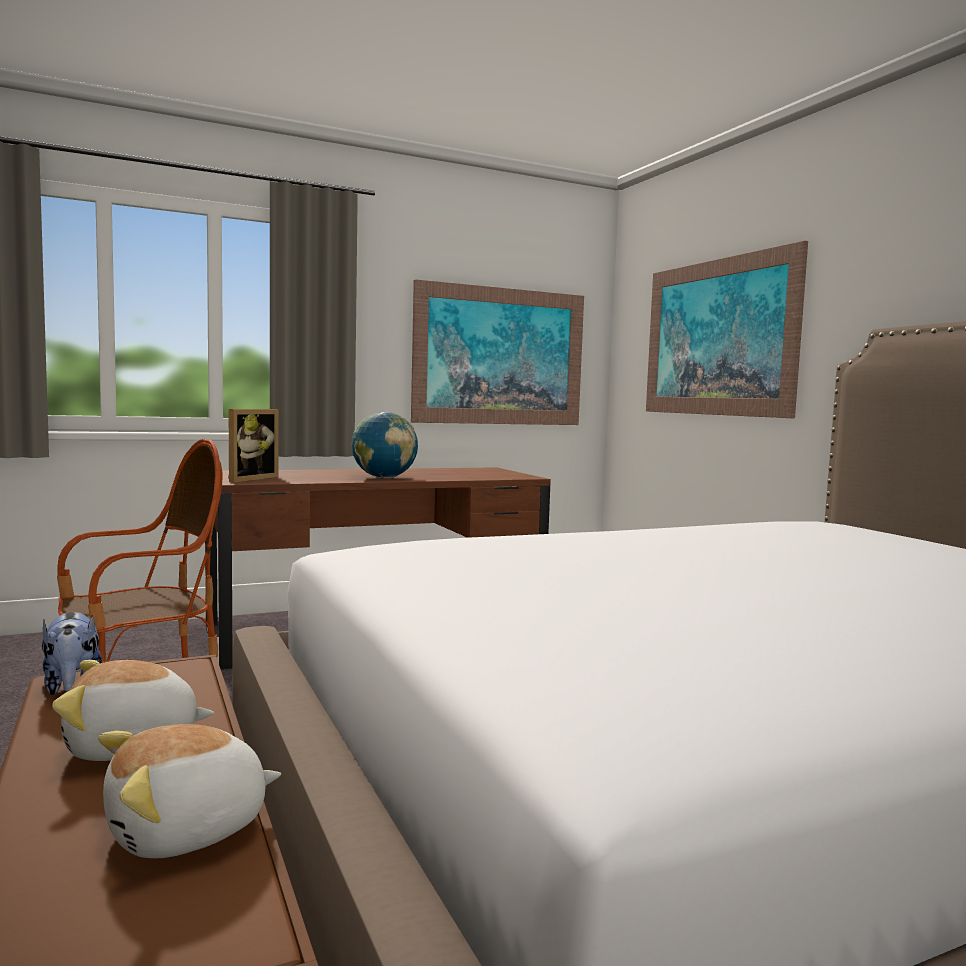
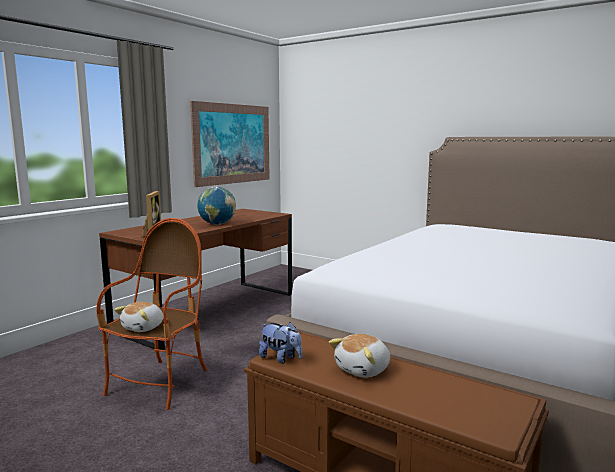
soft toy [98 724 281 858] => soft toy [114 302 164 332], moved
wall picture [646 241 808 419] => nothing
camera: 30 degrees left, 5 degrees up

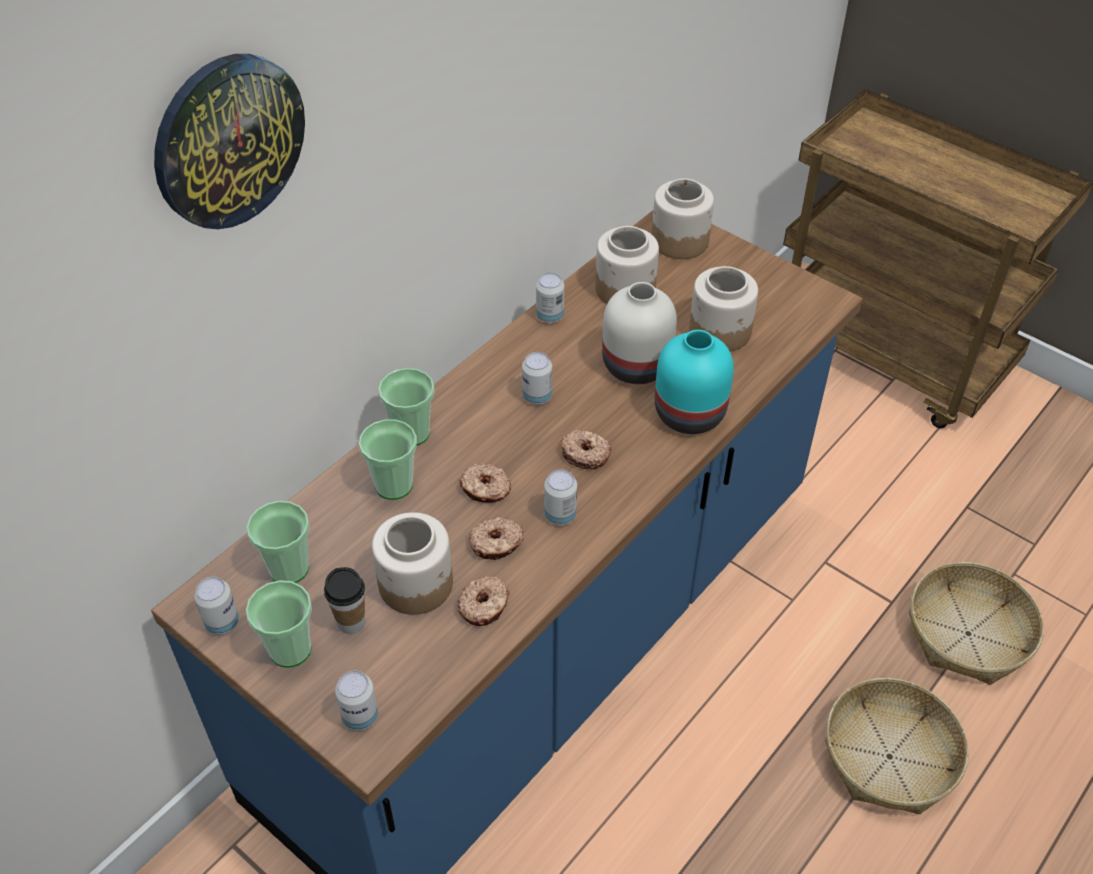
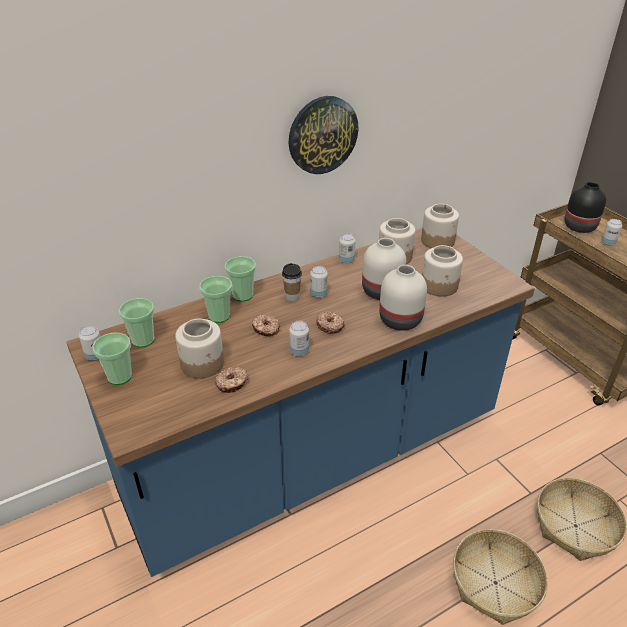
wall clock [154 54 305 229] => wall clock [289 96 358 174], moved
cup [324 567 365 634] => cup [282 263 302 301], moved
sealed can [335 671 378 731] => sealed can [602 219 622 246], moved
doughnut [469 517 524 560] => nothing
vase/blue-green [655 330 734 434] => vase/whitish [379 265 427 331]
nothing => vase/black-coloured [564 182 606 233]
camera: 20 degrees right, 10 degrees down

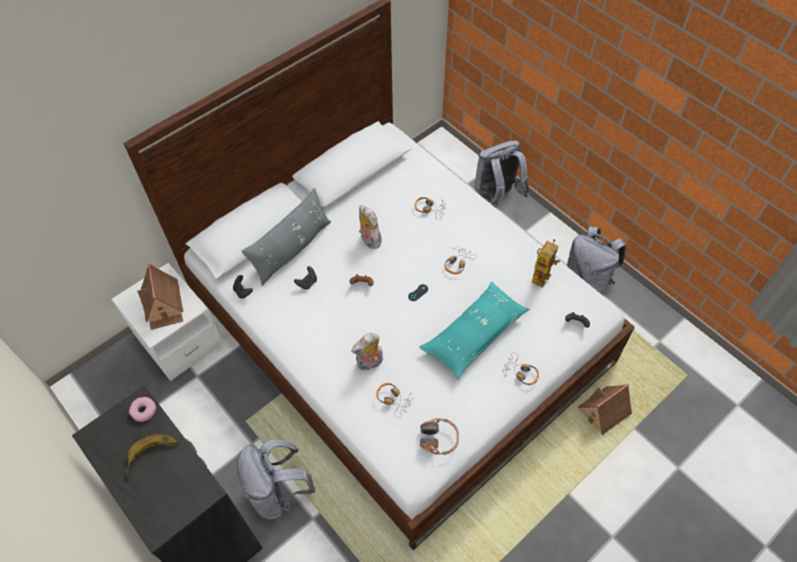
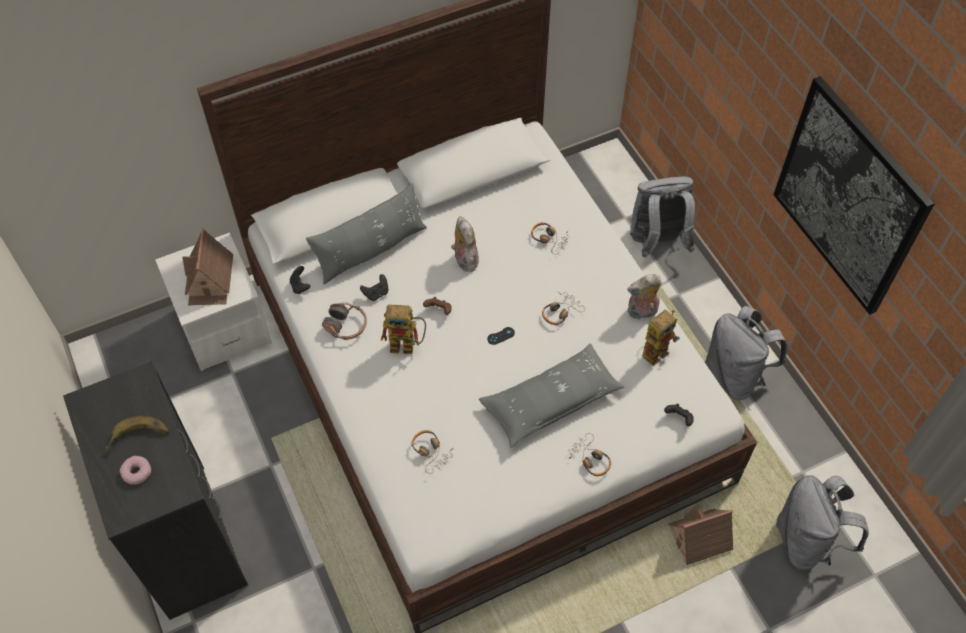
doughnut [129 397 156 422] => doughnut [120 456 151 485], moved
rucksack/grey [237 439 315 519] => rucksack/grey [776 475 869 570], moved
soft toy [351 333 383 371] => soft toy [627 274 662 319], moved
cushion/blue-green [419 282 529 380] => cushion/grey [479 343 624 448]
headphones [420 418 459 455] => headphones [322 302 367 340], moved
nothing => model robot [381 304 426 354]
nothing => wall picture [773 76 935 315]
camera: 15 degrees right, 0 degrees up

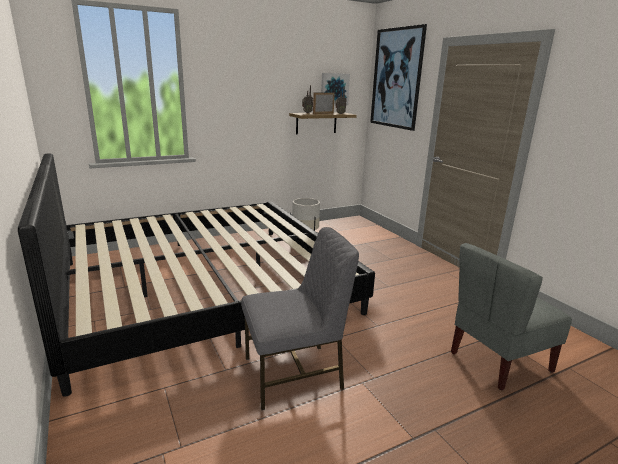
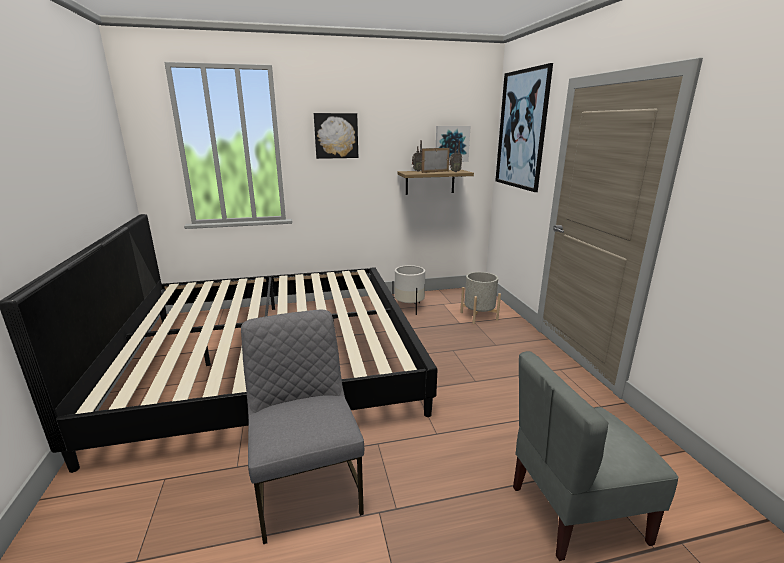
chair/grey [241 227 359 410] => chair/grey [241 310 364 544], 105 degrees counterclockwise
nothing => wall picture [314 113 358 159]
nothing => plant pot/grey [460 272 501 324]
camera: 15 degrees right, 0 degrees up

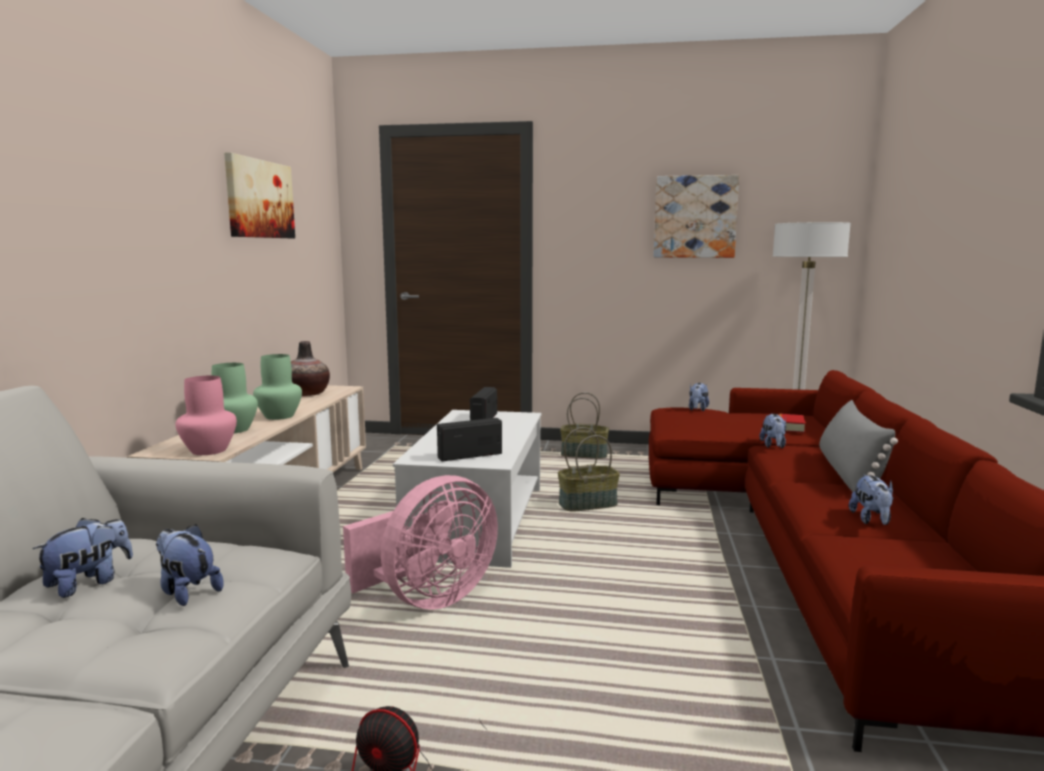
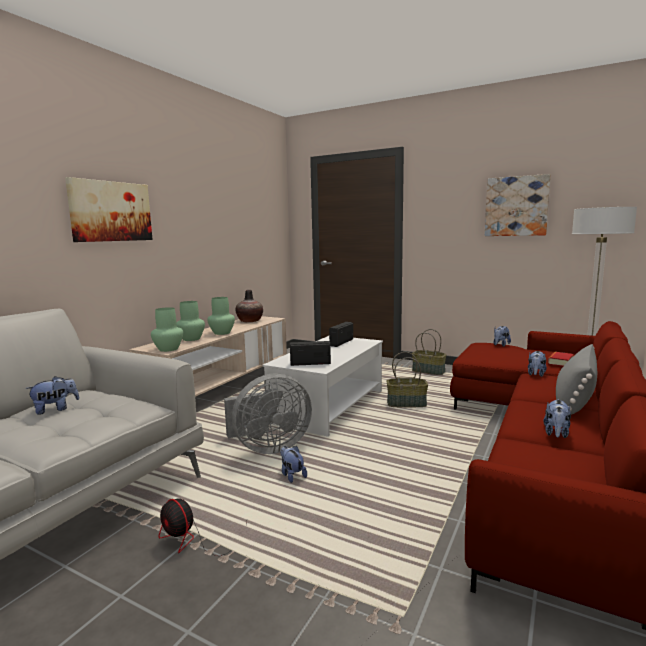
soft toy [156 524 224 606] => soft toy [280 446 307 483], moved
vase/pinkish [175 376 237 455] => vase/greenish [151 307 183 352]
wall picture [224 153 295 238] => wall picture [65 177 153 242], moved
electric fan/pinkish [343 475 498 610] => electric fan/grey [224 373 312 454]
camera: 20 degrees right, 0 degrees up

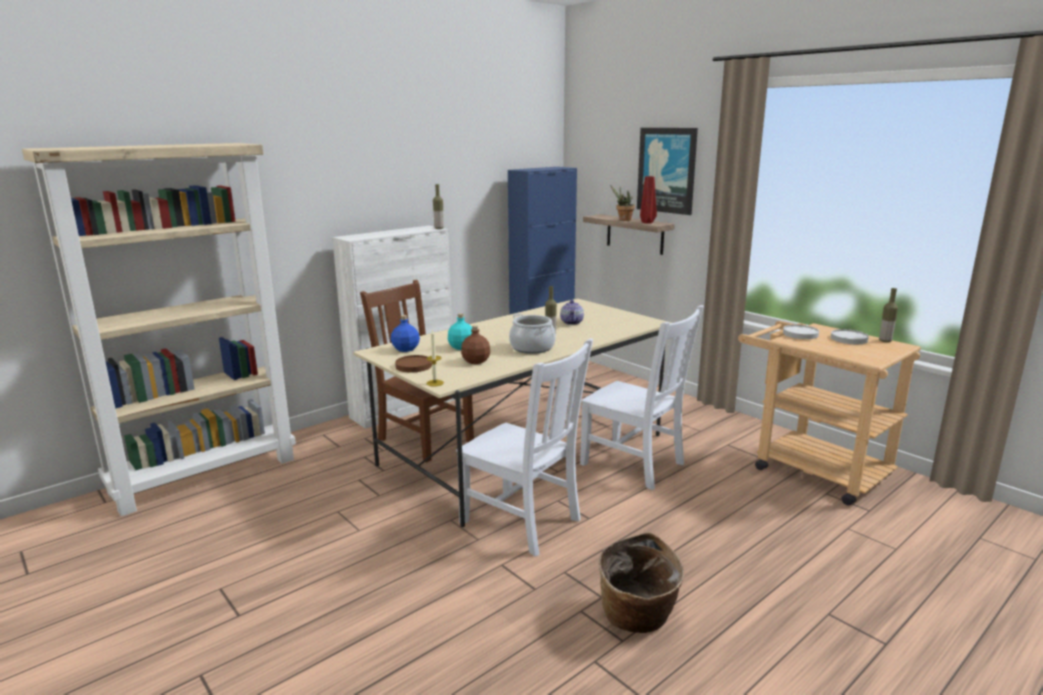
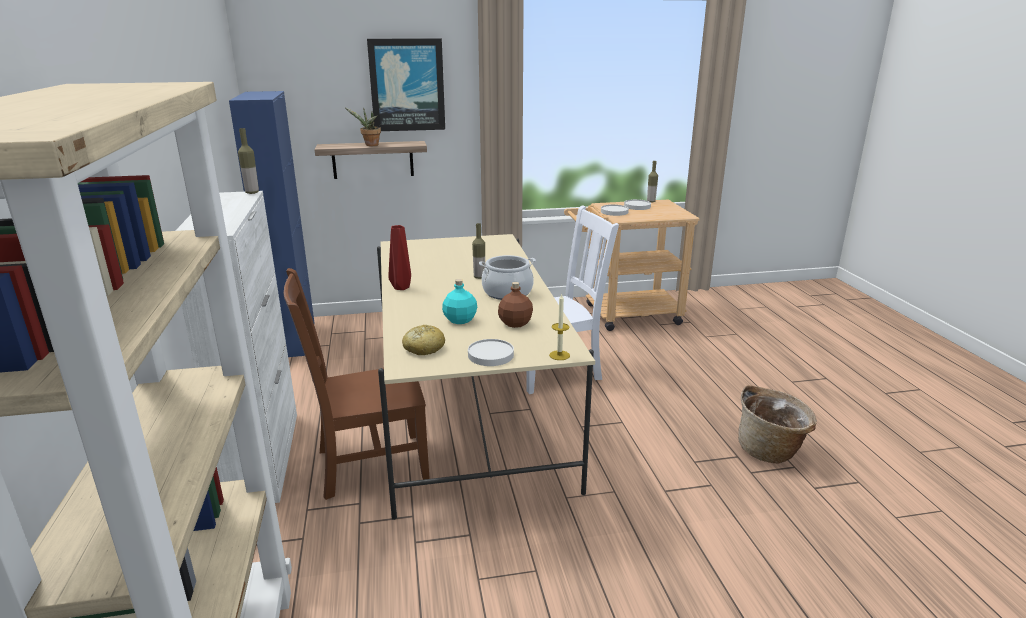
beverage bottle/bluish [391 315 420 352] => baked bread [402 325 445 355]
flat dish/brown [395 355 432 373] => flat dish/whitish [468 339 514 366]
chair/whitish [456 339 593 556] => nothing
teapot [560 300 584 325] => nothing
vase/reddish [640 176 657 224] => vase/reddish [388 225 411 290], moved
camera: 60 degrees left, 5 degrees up

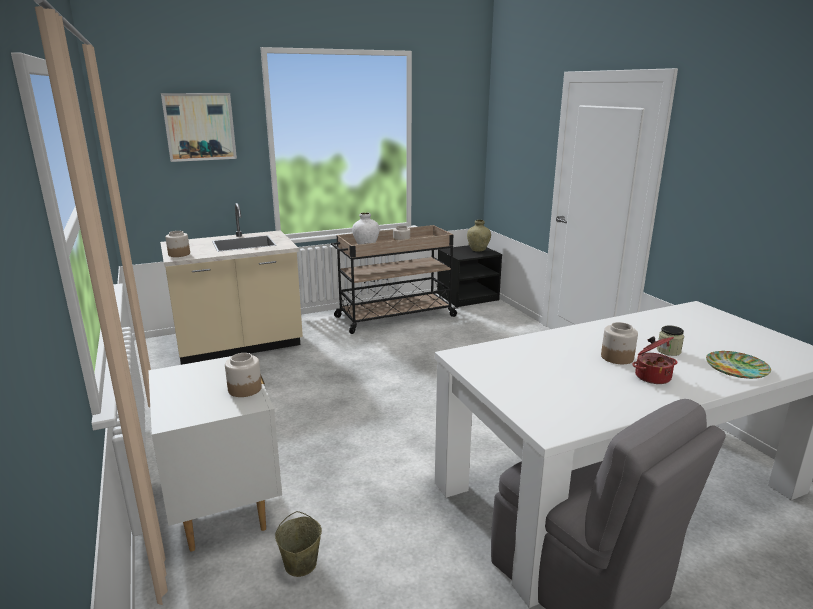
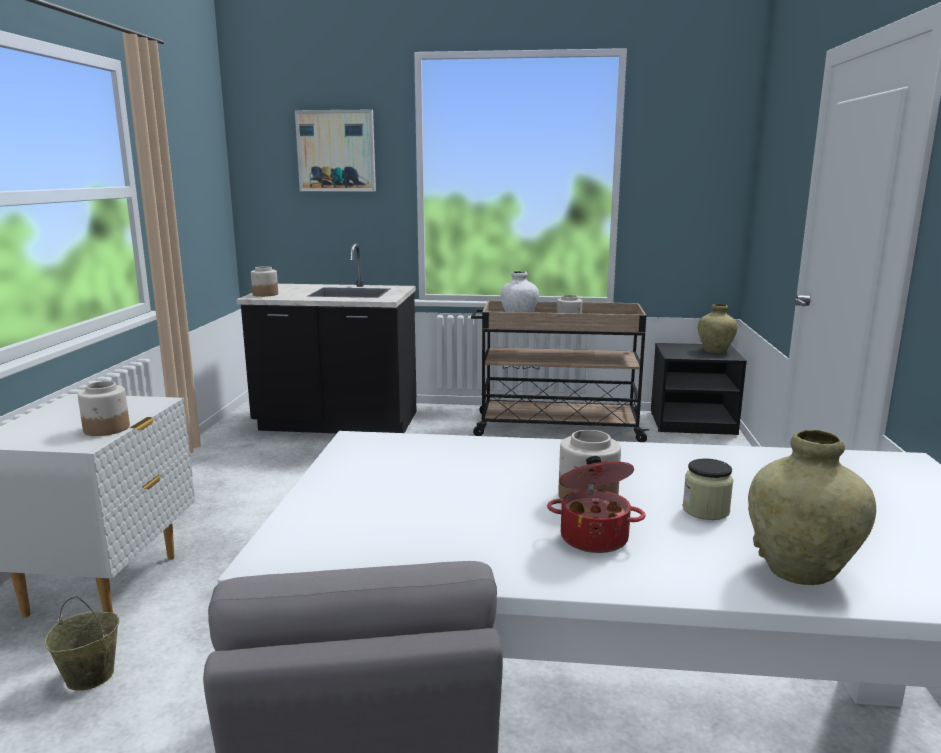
kitchen counter/beige [160 203 303 365] => kitchen counter/black-coloured [236 243 416 433]
flat dish [706 351 771 379] => vase/beige [748 430 876 585]
camera: 30 degrees right, 5 degrees down

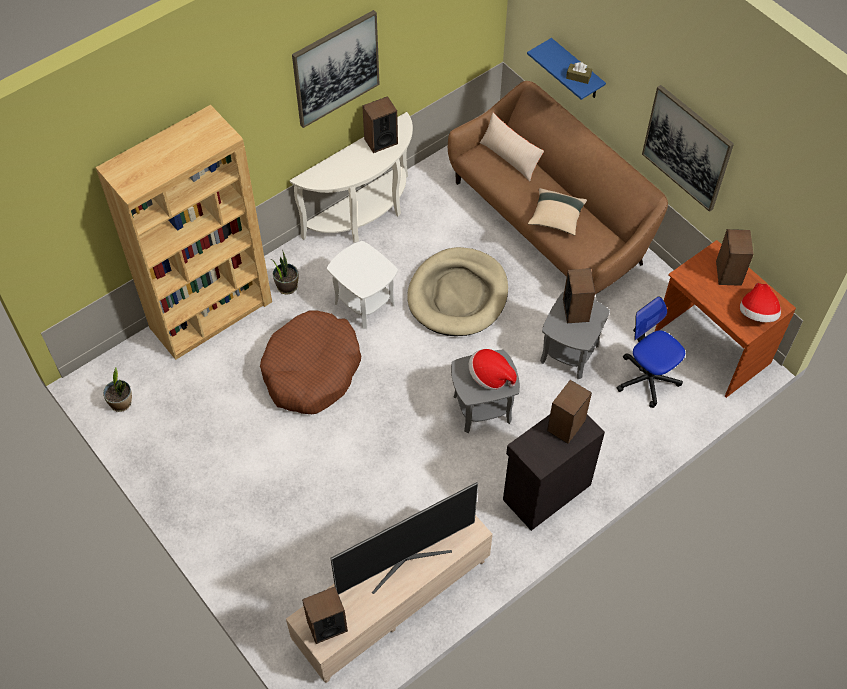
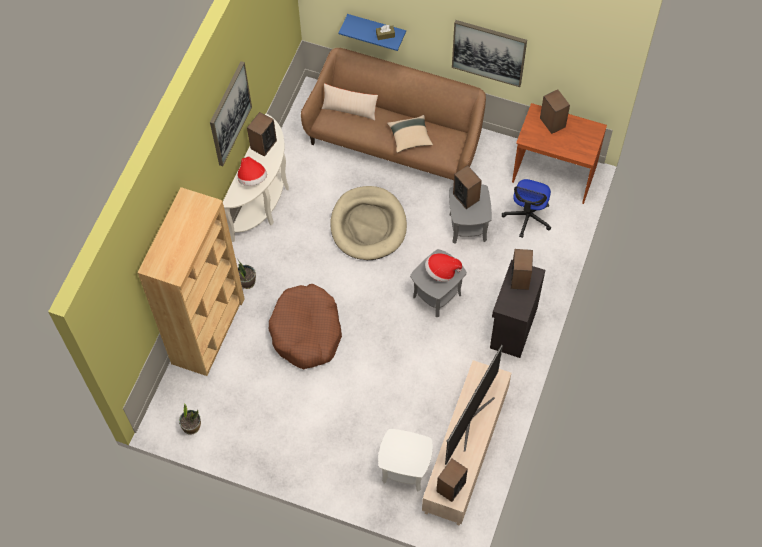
accent table/whitish [327 241 398 329] => accent table/whitish [378 429 433 491], moved
desk chair [617 296 685 408] => desk chair [502 179 551 238], 90 degrees counterclockwise
hat [740 283 781 322] => hat [238 156 267 186], moved
camera: 30 degrees left, 5 degrees up

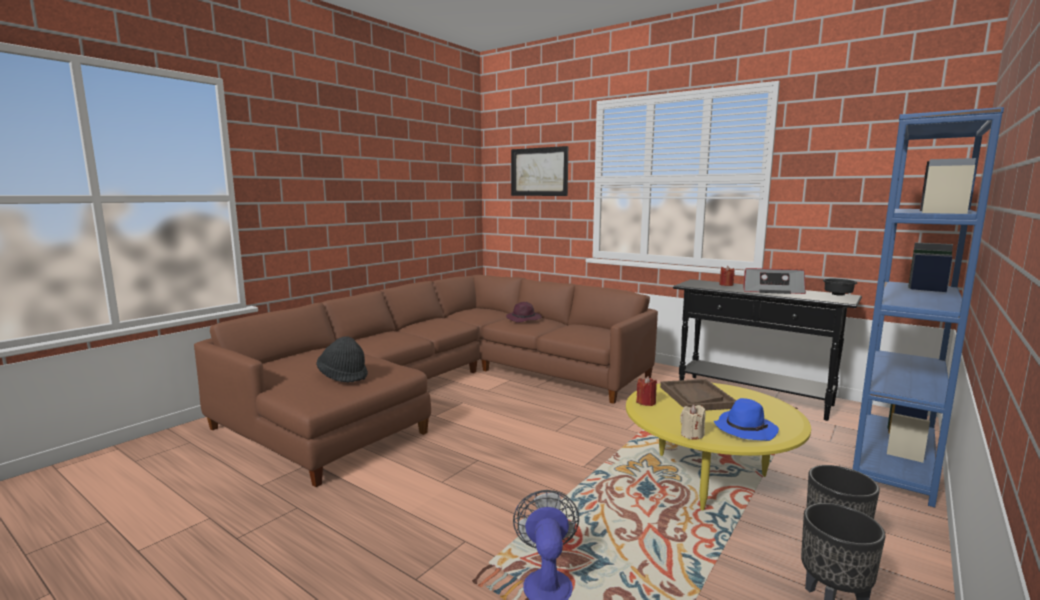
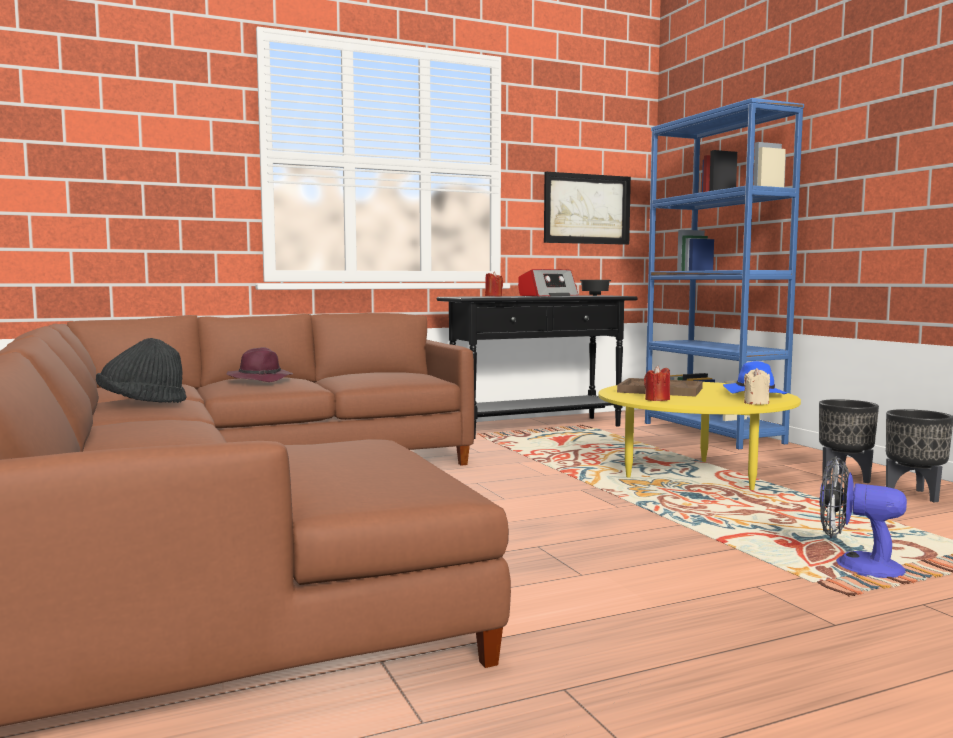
hat/black-coloured [317 336 368 382] => hat/black-coloured [96 338 187 403], moved
wall picture [511 146 568 196] => wall picture [544 172 631 245], moved
camera: 60 degrees left, 5 degrees down

